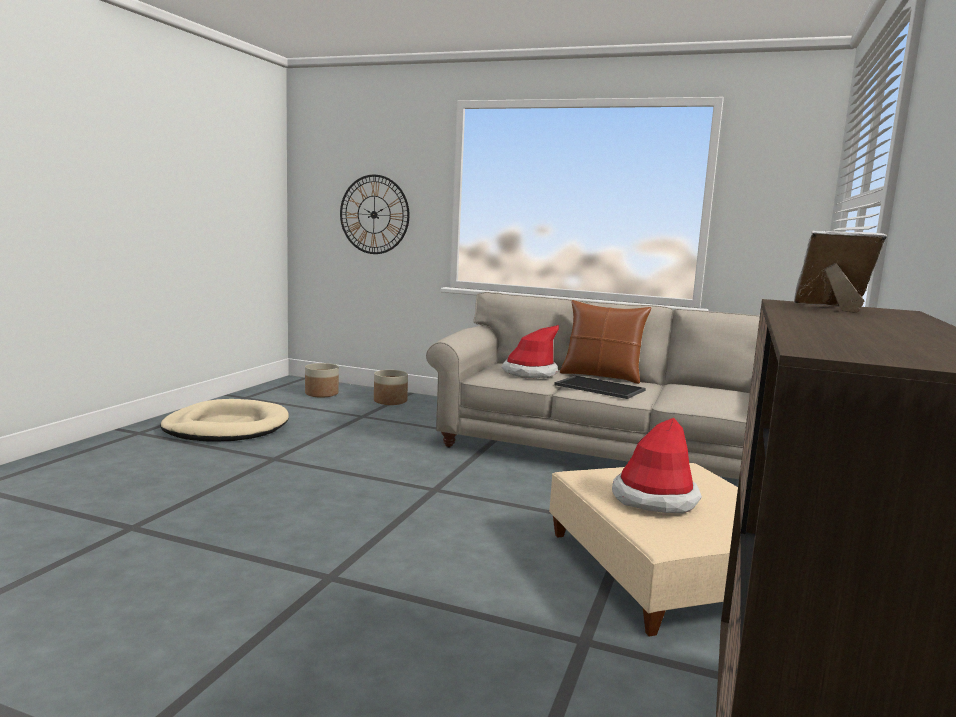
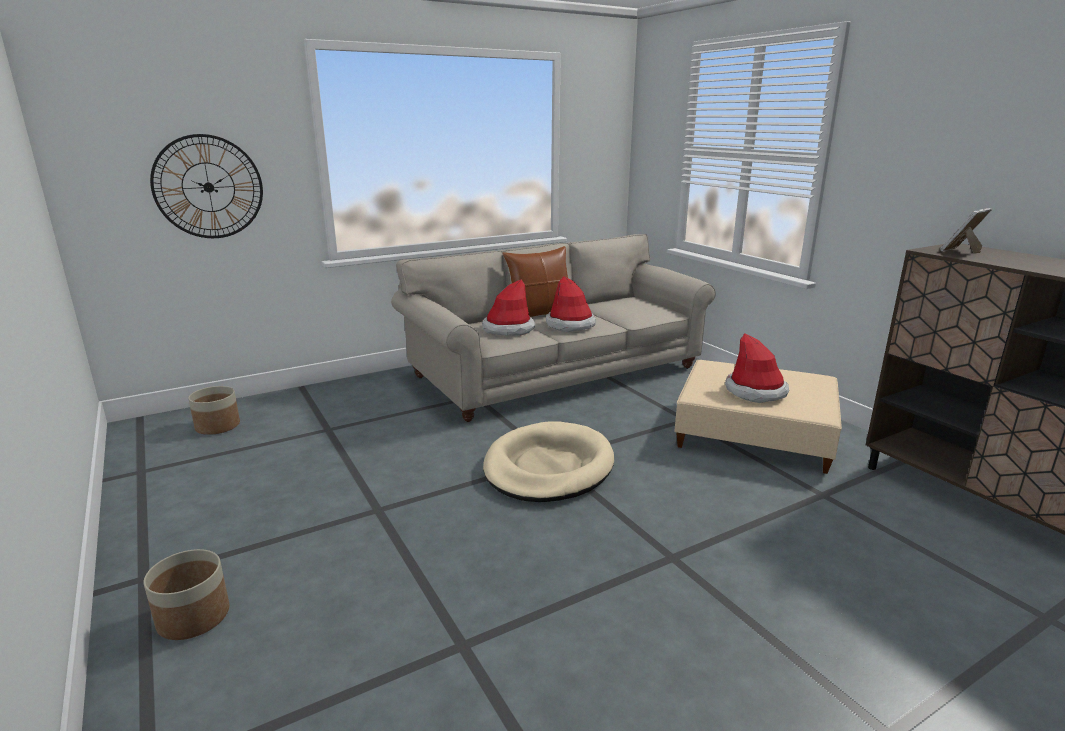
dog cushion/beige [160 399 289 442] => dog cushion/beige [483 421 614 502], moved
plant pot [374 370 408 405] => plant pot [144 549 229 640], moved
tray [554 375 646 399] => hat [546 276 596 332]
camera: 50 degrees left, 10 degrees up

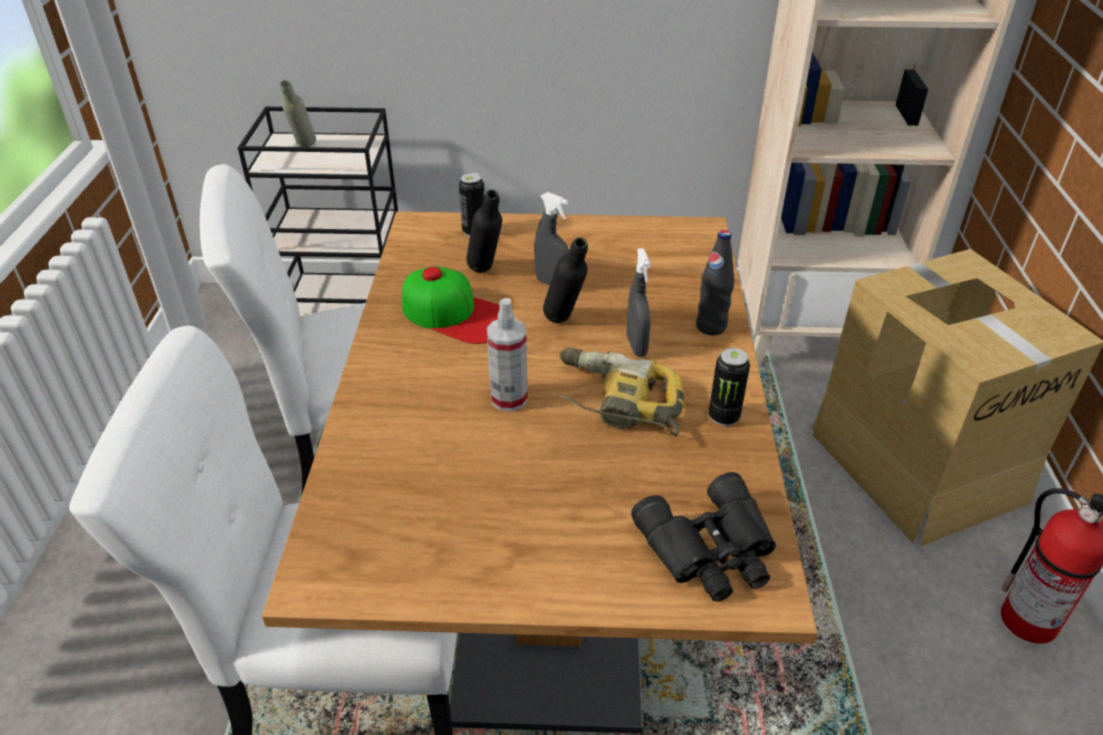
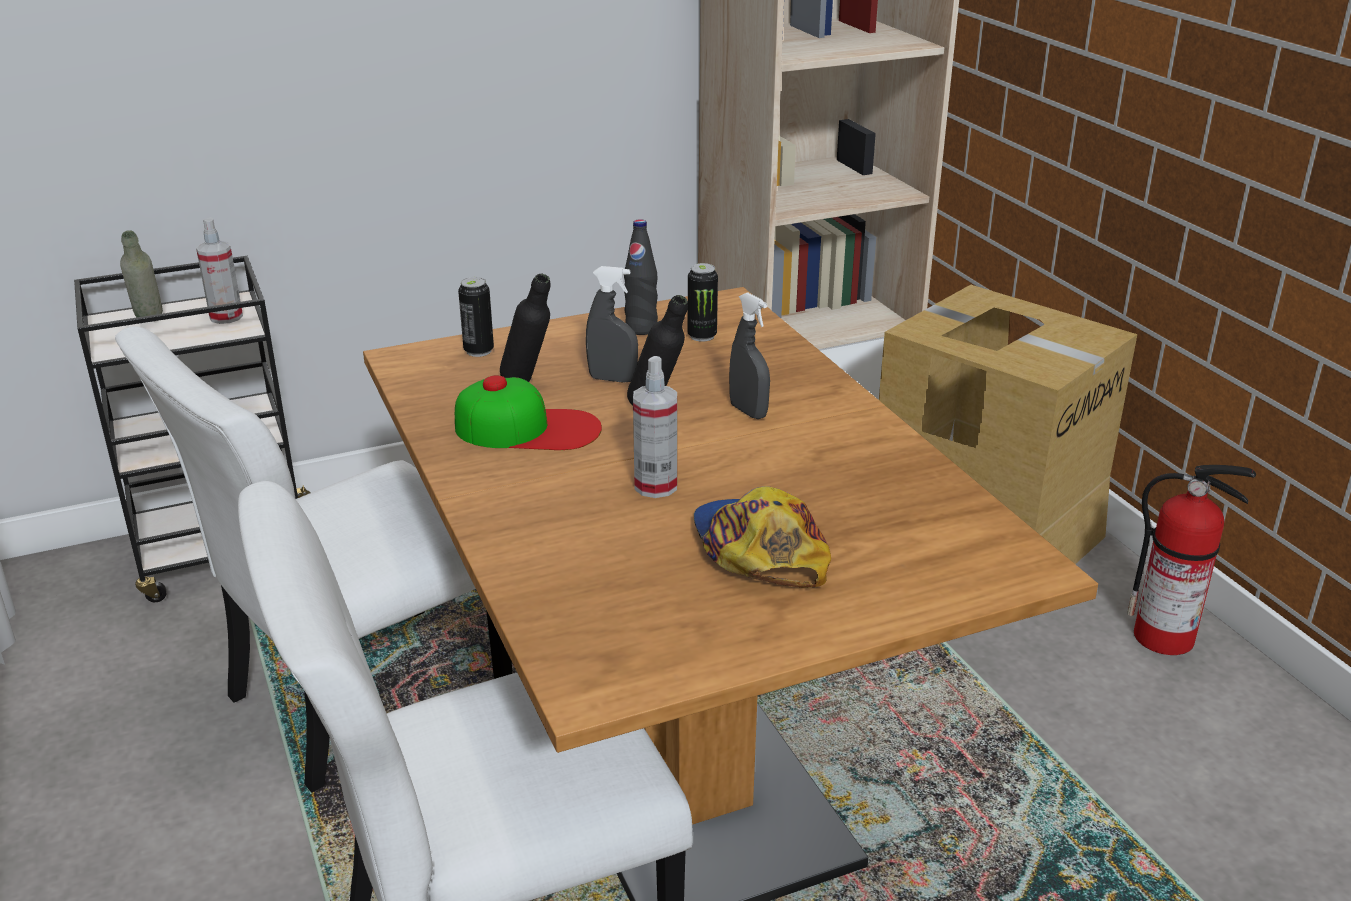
electric drill [559 348 684 437] => nothing
pair of binoculars/black-coloured [631 472 776 601] => nothing
beverage bottle/black-coloured [696 230 735 335] => beverage bottle/black-coloured [624 219 658 335], moved
sealed can [709 348 750 426] => sealed can [687 263 718 342], moved
nothing => spray bottle [196 218 243 324]
nothing => peaked cap [694 486 831 588]
camera: 25 degrees left, 10 degrees down

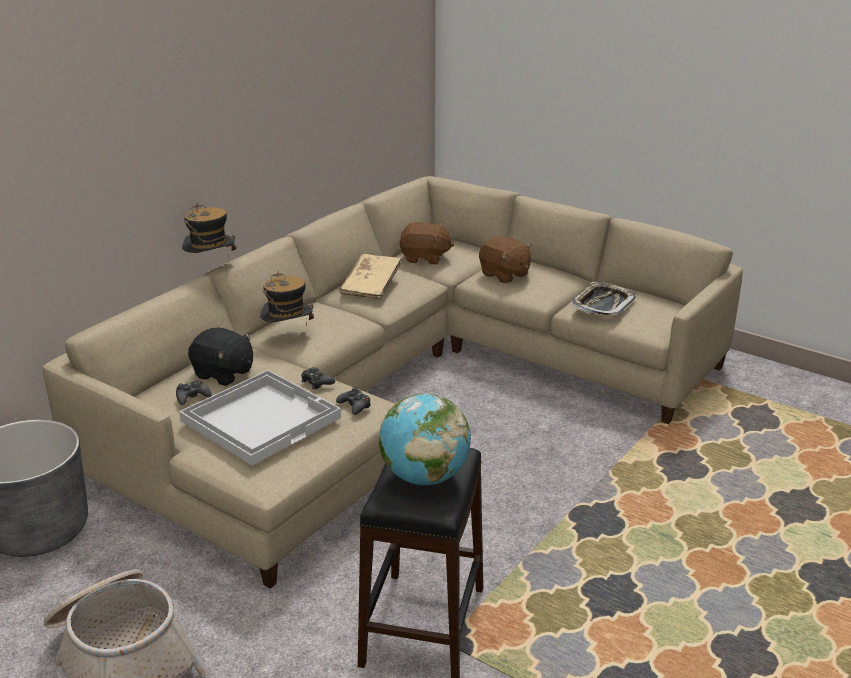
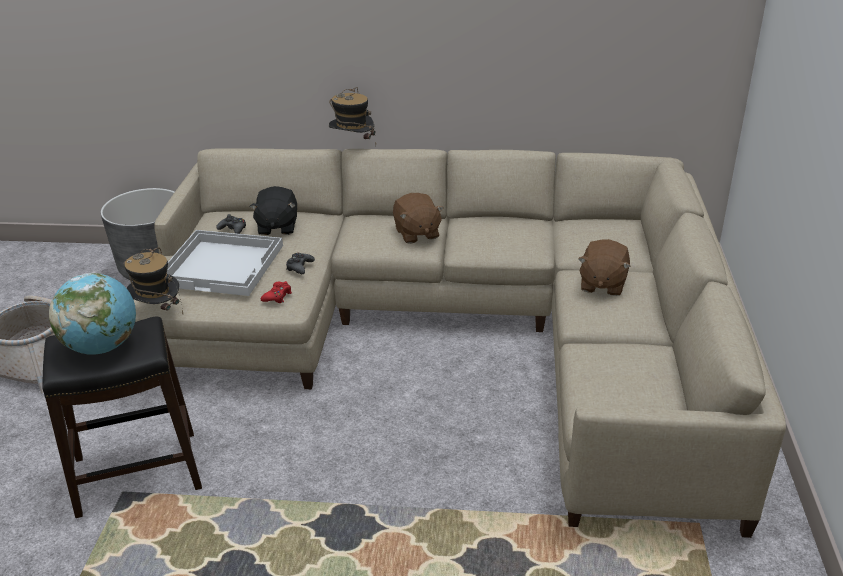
hat [260 271 314 326] => hat [124 248 183 314], moved
game controller/black-coloured [336 387 371 415] => game controller/reddish [261 281 292 303]
bound book/beige [340 254 401 299] => nothing
soft toy/brown [399 222 454 265] => soft toy/brown [393 193 444 244], moved
tray [572 282 635 316] => nothing
camera: 60 degrees right, 5 degrees up

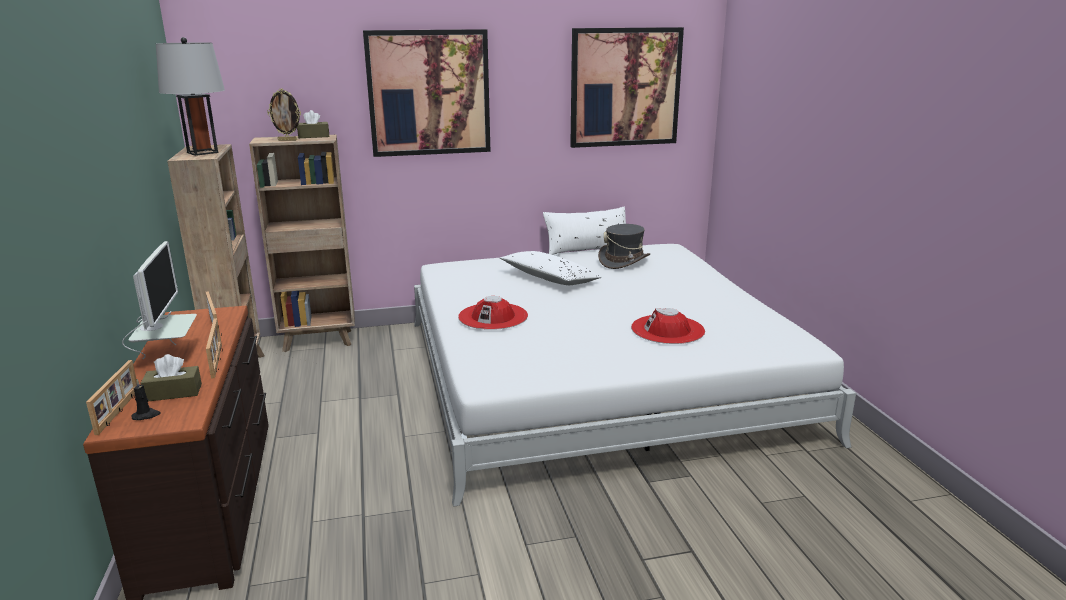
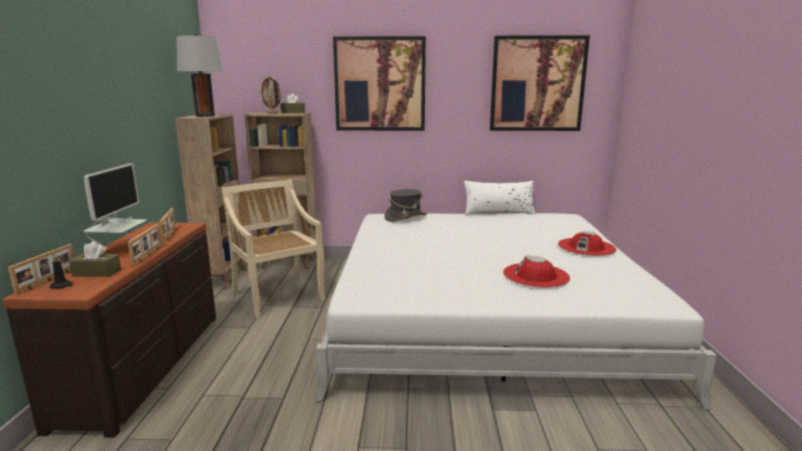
hat/reddish [458 296 528 330] => hat/reddish [558 231 616 256], moved
cushion/whitish [500 251 602 285] => nothing
hat/grey [598 224 650 269] => hat/grey [384 189 427 222], moved
nothing => chair/beige [221 179 325 318]
camera: 15 degrees right, 5 degrees down

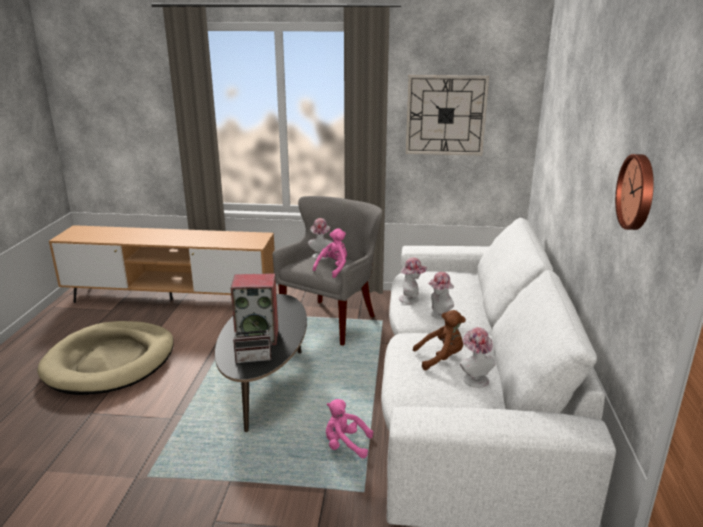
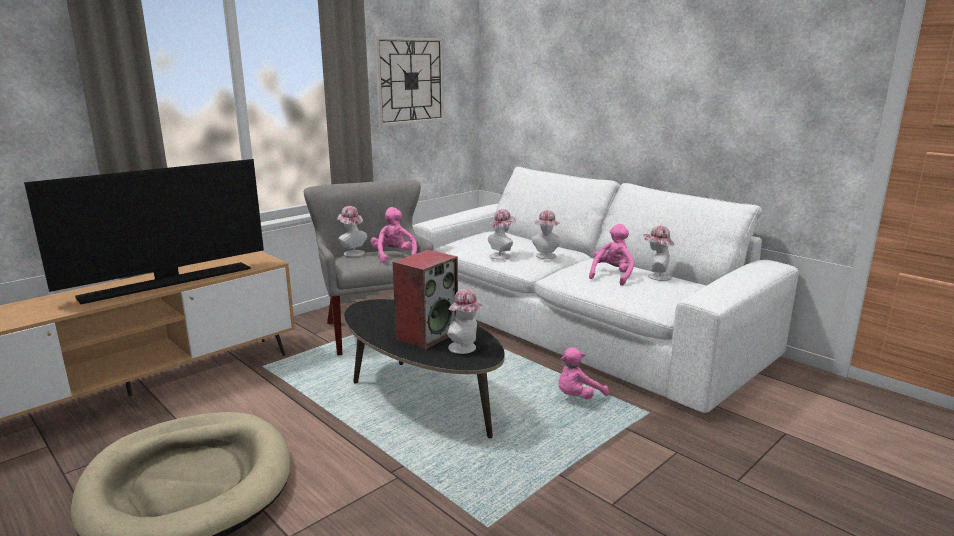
radio [233 319 272 363] => hat [447 289 484 354]
soft toy/brown [413 310 466 370] => soft toy/pinkish [589 224 634 286]
wall clock [615 154 654 230] => nothing
nothing => television [24 159 264 304]
camera: 50 degrees left, 5 degrees down

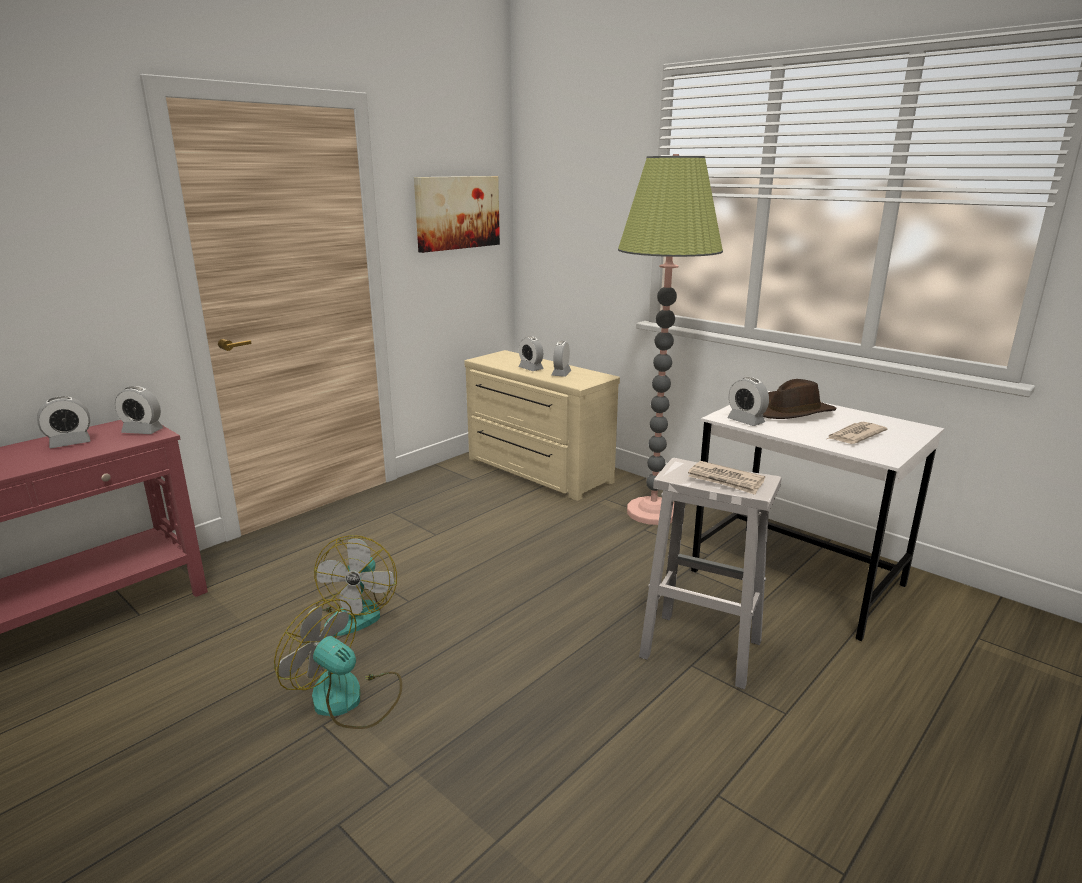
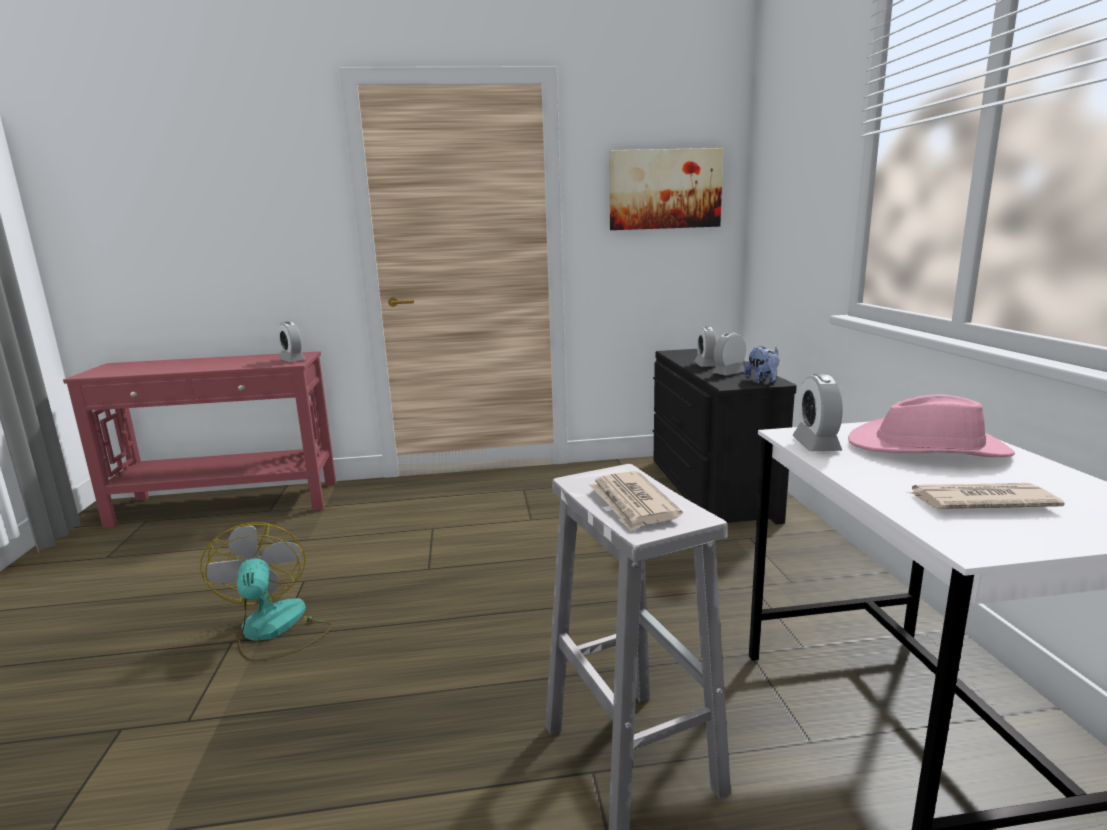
bedside clock [37 396 90 448] => nothing
electric fan [314 535 397 636] => nothing
dresser/beige [464 350 620 501] => dresser/black-coloured [652 349 797 525]
standing lamp [618 154 723 525] => nothing
hat/brown [763 379 837 419] => hat/pinkish [848 394 1015 457]
nothing => soft toy [744 346 780 384]
camera: 40 degrees right, 5 degrees down

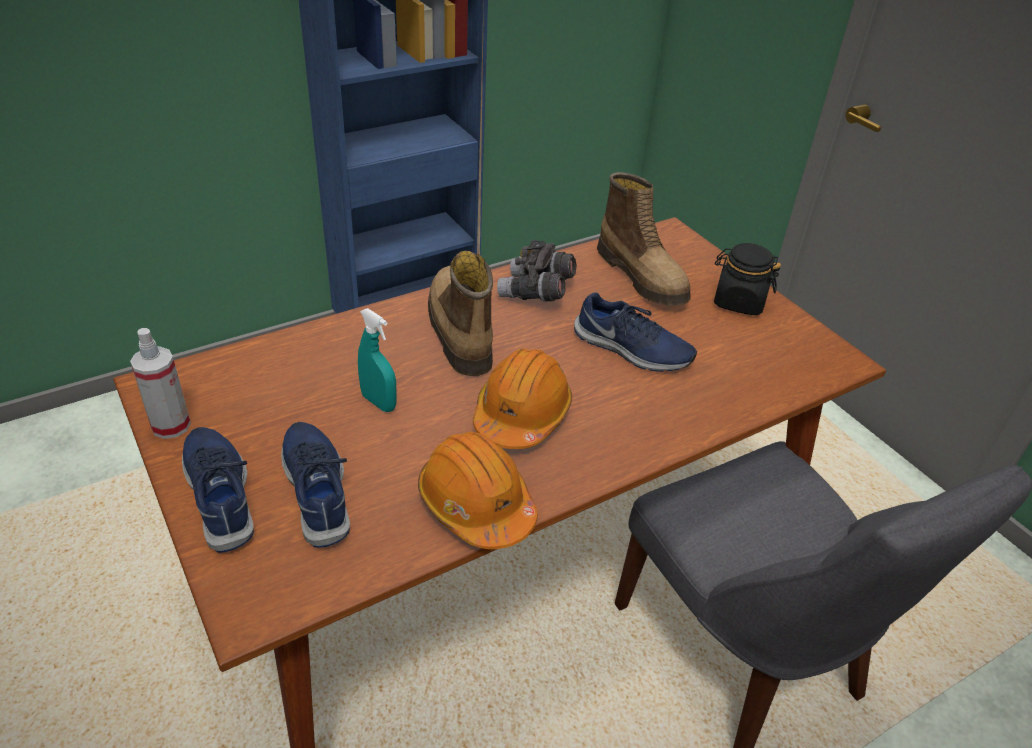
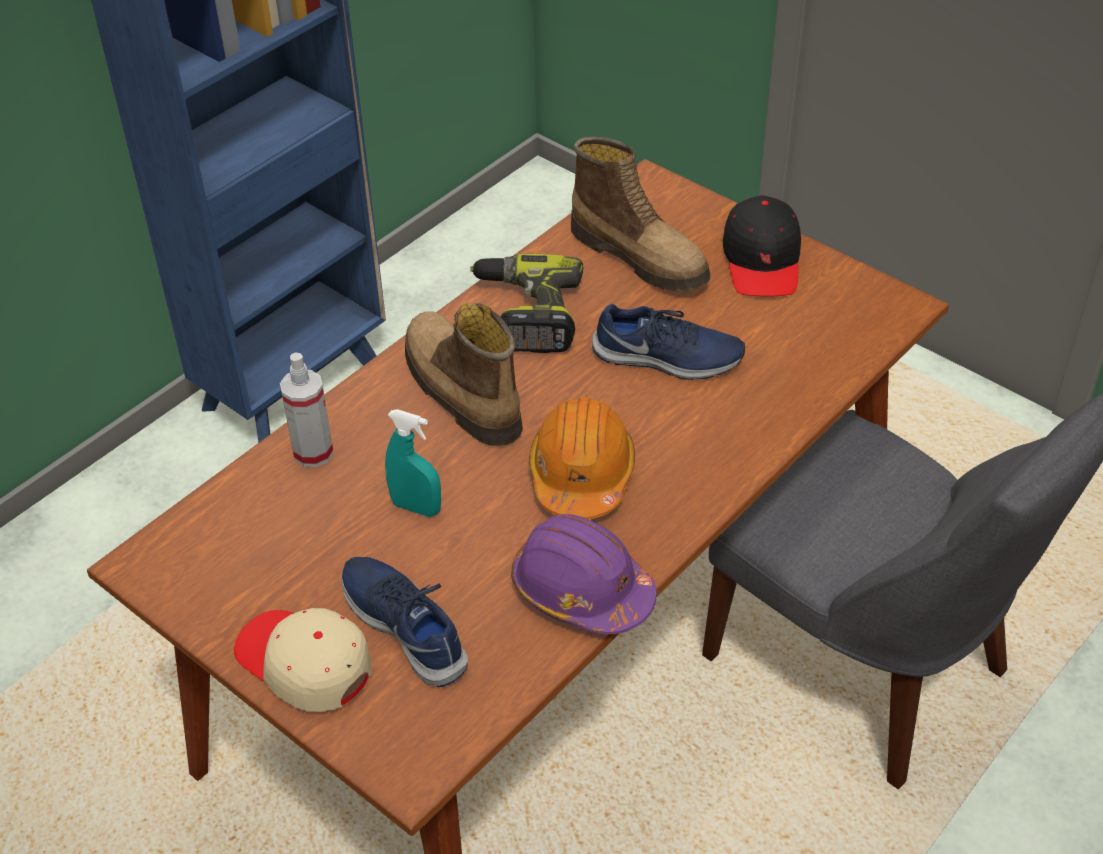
spray bottle [130 328 191 439] => spray bottle [280 353 334 467], moved
low shoe/bluish [182 427 254 553] => peaked cap/beige [234 608 372 712]
work helmet/orange [418 432 538 549] => work helmet/purple-coloured [511 514 657 634]
pair of binoculars/grey [497 240 577 301] => electric drill [470 254 583 353]
storage jar/black-coloured [714 243 781 315] => peaked cap/black-coloured [723 195 801 297]
camera: 15 degrees left, 5 degrees up

